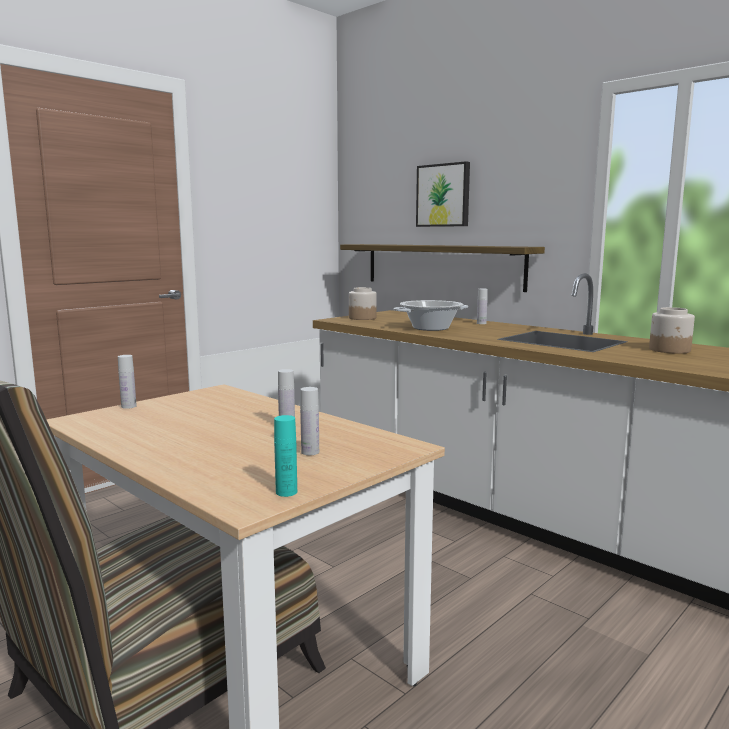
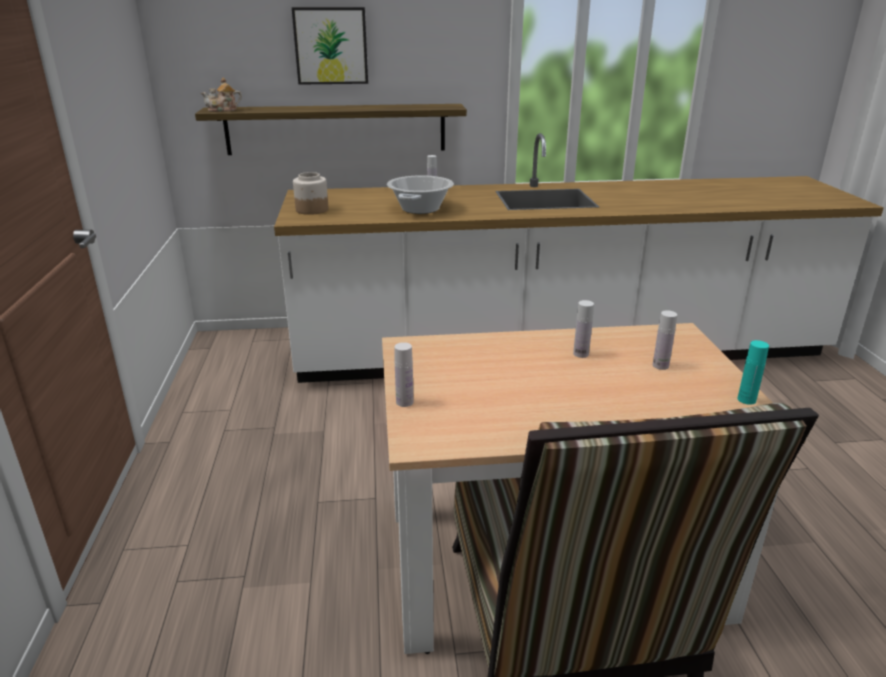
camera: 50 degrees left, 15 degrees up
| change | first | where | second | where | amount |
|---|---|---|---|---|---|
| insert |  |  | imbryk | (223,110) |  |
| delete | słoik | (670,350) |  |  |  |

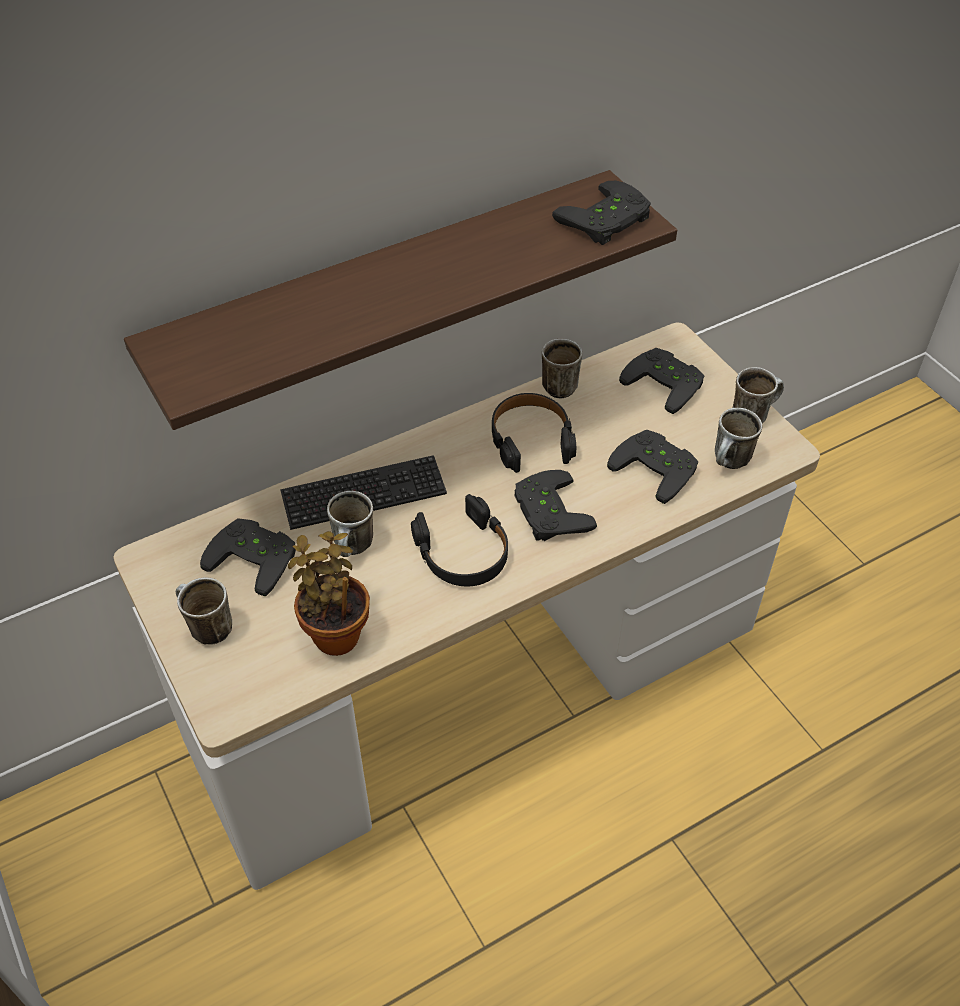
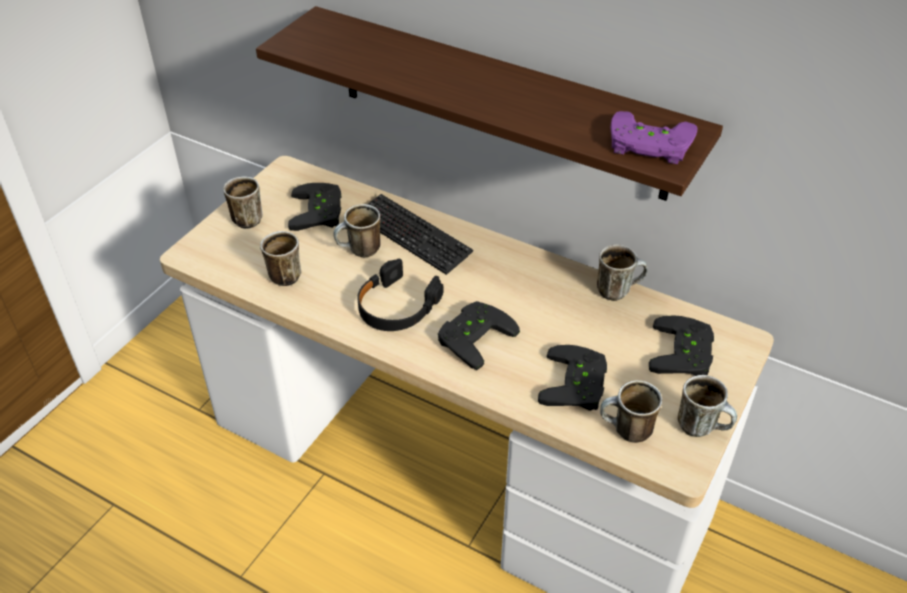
camera: 60 degrees right, 5 degrees down
| change | first | where | second | where | amount |
|---|---|---|---|---|---|
| replace | roślina doniczkowa | (336,632) | kubek | (281,274) |  |
| recolor | pad do gier/czarny | (607,221) | pad do gier/fioletowy | (648,145) |  |
| delete | słuchawki/czarny | (531,439) |  |  |  |

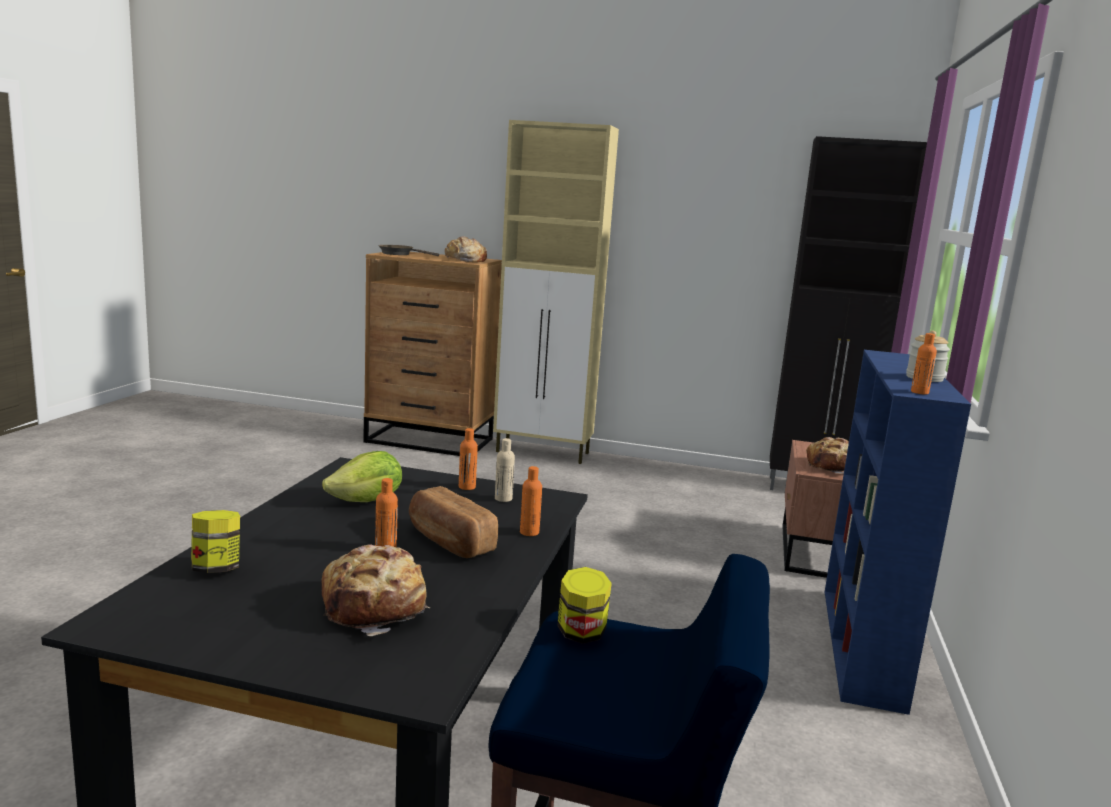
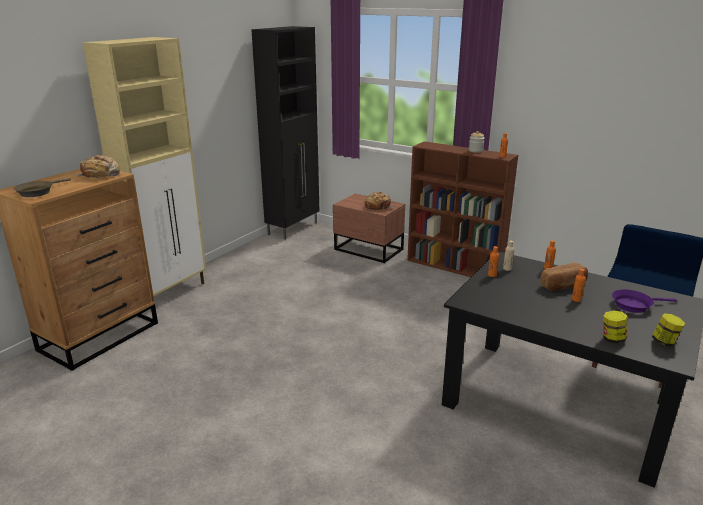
camera: 70 degrees left, 10 degrees up
| change | first | where | second | where | amount |
|---|---|---|---|---|---|
| recolor | regał/niebieski | (862,646) | regał/brązowy | (455,267) |  |
| replace | chleb | (376,607) | patelnia/fioletowy | (634,305) |  |
| move | słoik | (581,634) |  | (665,342) |  |
| delete | sałata | (367,501) |  |  |  |

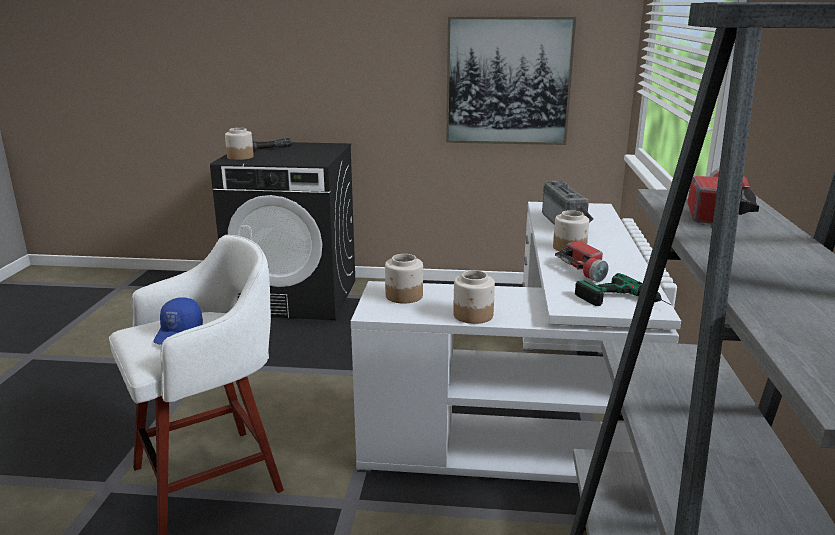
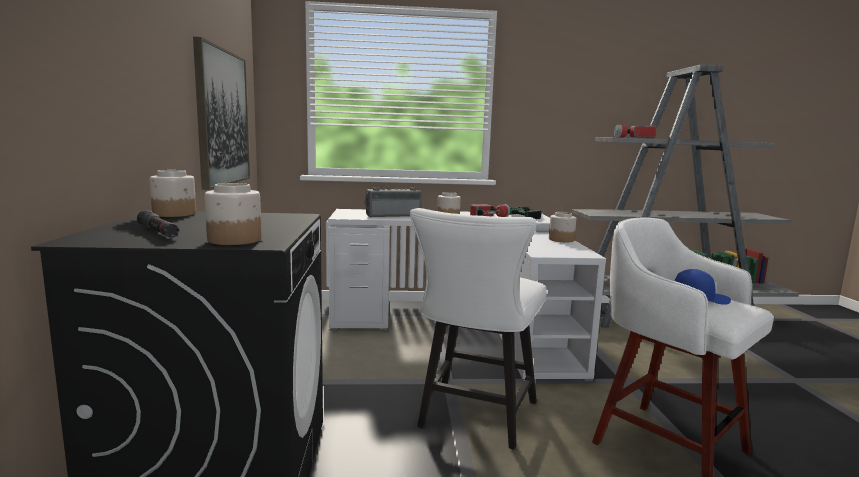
camera: 100 degrees left, 10 degrees down
| change | first | where | second | where | amount |
|---|---|---|---|---|---|
| move | słoik | (404,296) |  | (175,214) |  |
| insert |  |  | krzesło/biały | (474,418) |  |

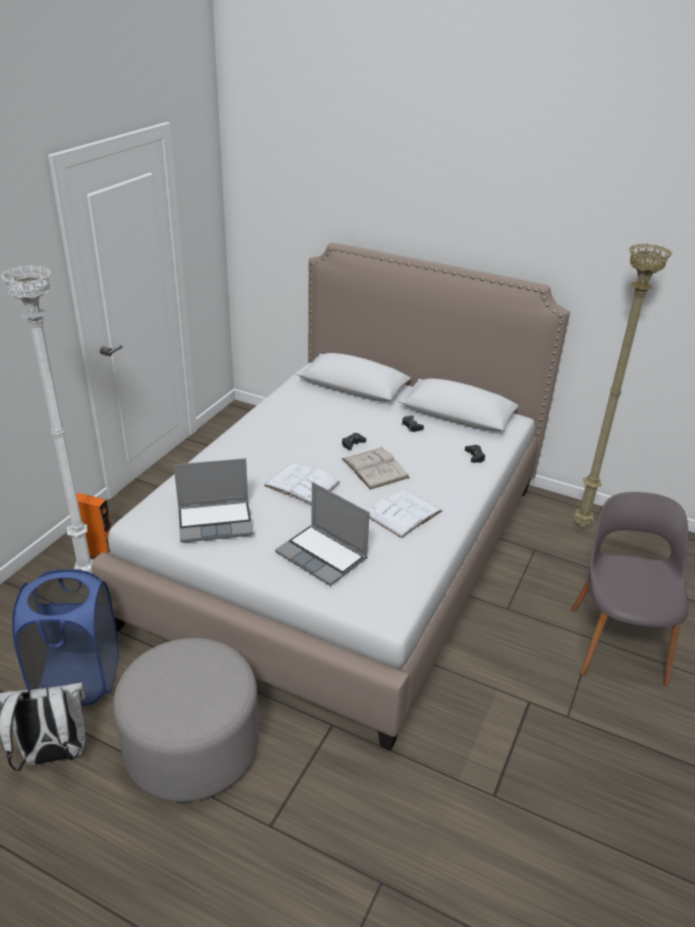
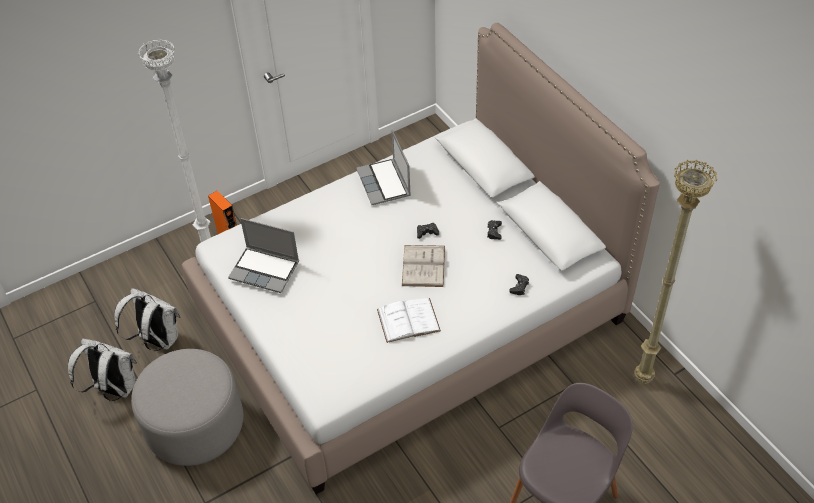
camera: 35 degrees right, 15 degrees up
| change | first | where | second | where | amount |
|---|---|---|---|---|---|
| replace | kosz na pranie/niebieski | (78,679) | plecak/biały | (157,340) |  |
| move | laptop | (323,556) |  | (384,183) |  |
| delete | książka/biały | (302,484) |  |  |  |

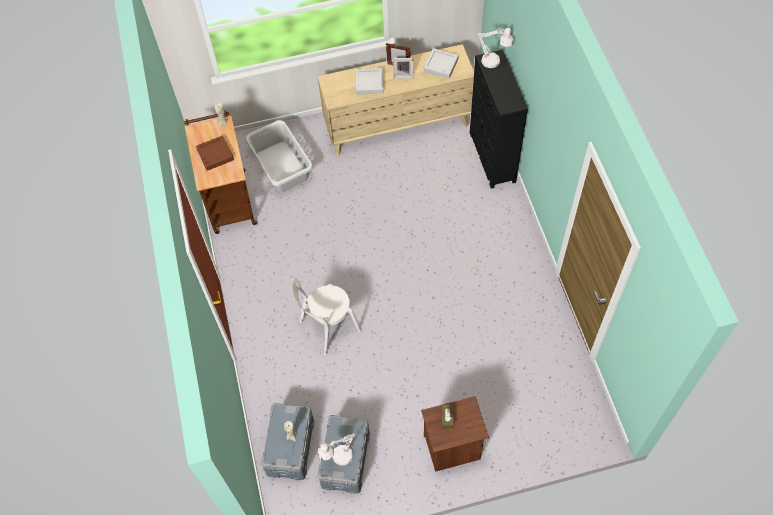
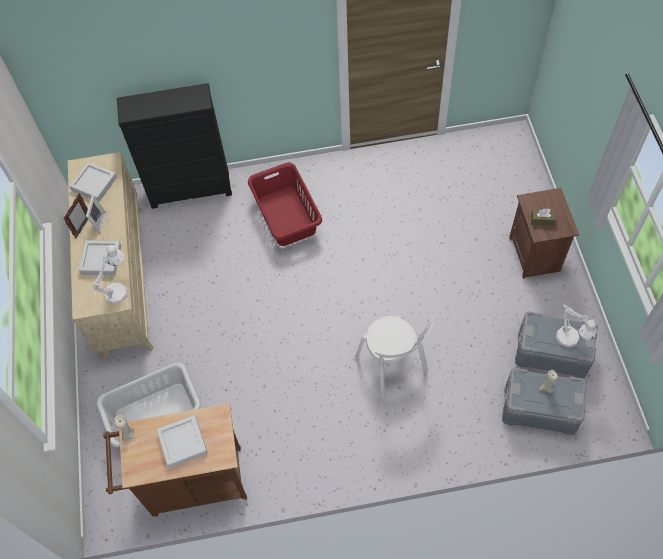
camera: 85 degrees left, 0 degrees up
| change | first | where | second | where | amount |
|---|---|---|---|---|---|
| move | lampa stołowa/biały | (494,62) |  | (119,289) |  |
| recolor | taca/brązowy | (215,155) | taca/szary | (182,442) |  |
| insert |  |  | kosz na pranie/czerwony | (286,216) |  |

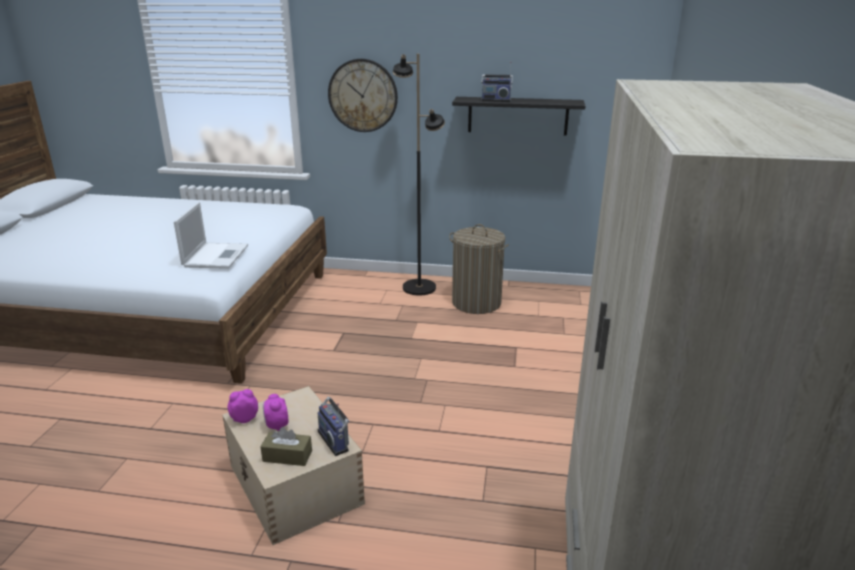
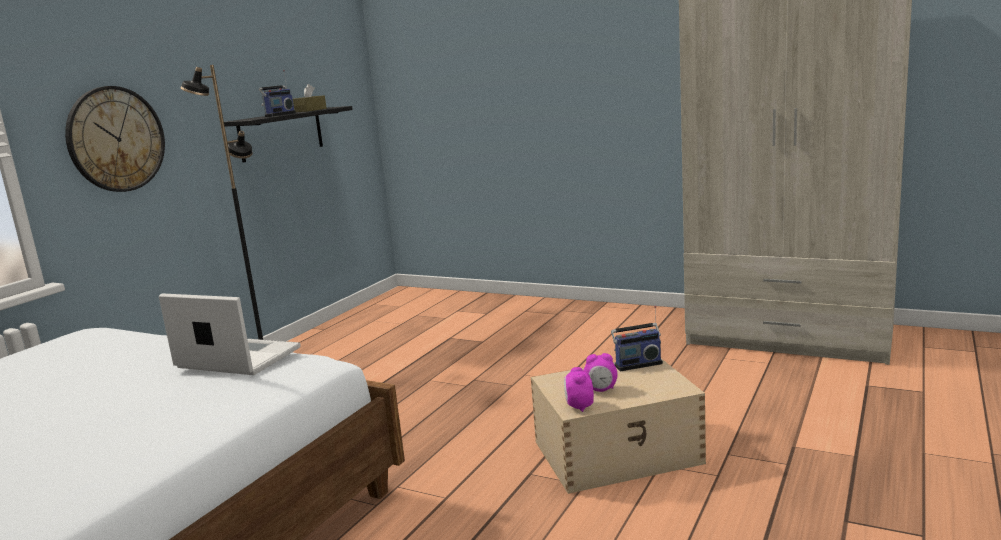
camera: 70 degrees left, 10 degrees down
| change | first | where | second | where | amount |
|---|---|---|---|---|---|
| move | pudełko chusteczek/brązowy | (287,456) |  | (310,110) |  |
| delete | kosz na pranie | (476,303) |  |  |  |

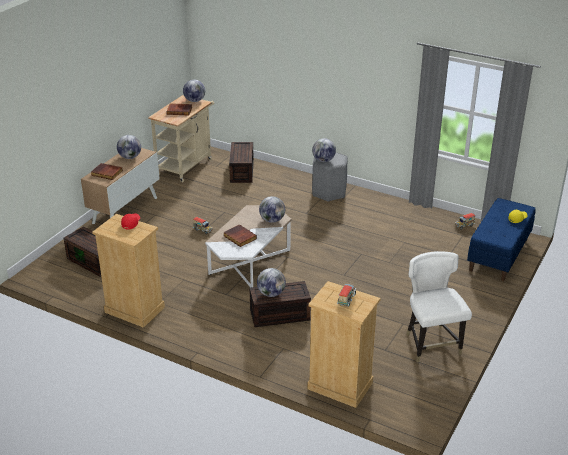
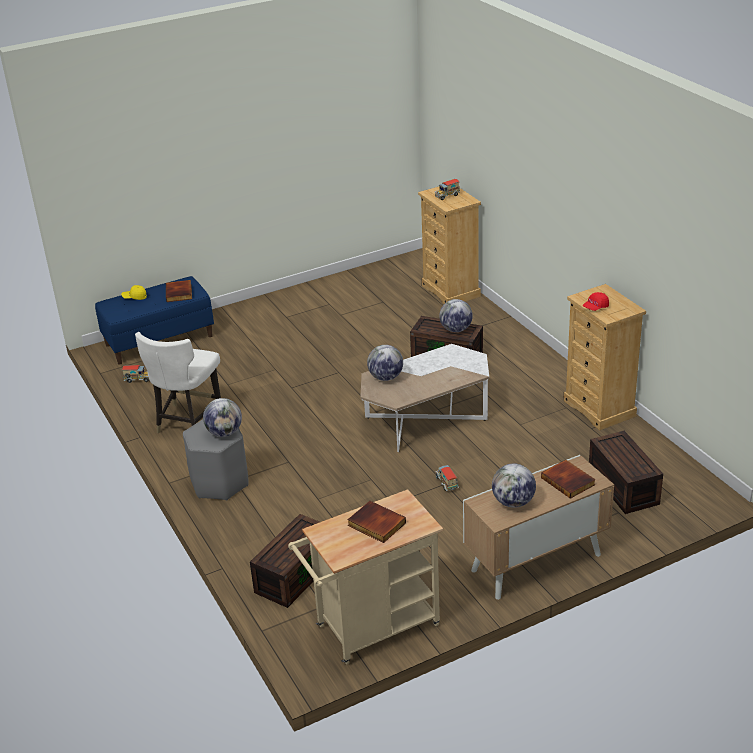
camera: 145 degrees left, 0 degrees up
| change | first | where | second | where | amount |
|---|---|---|---|---|---|
| move | krzesło/biały | (431,345) |  | (187,422) |  |
| move | książka | (239,237) |  | (179,293) |  |
| delete | globus | (194,101) |  |  |  |

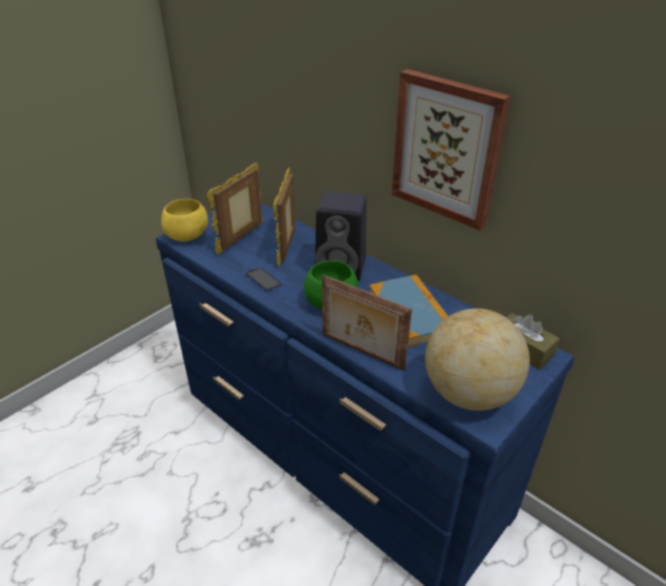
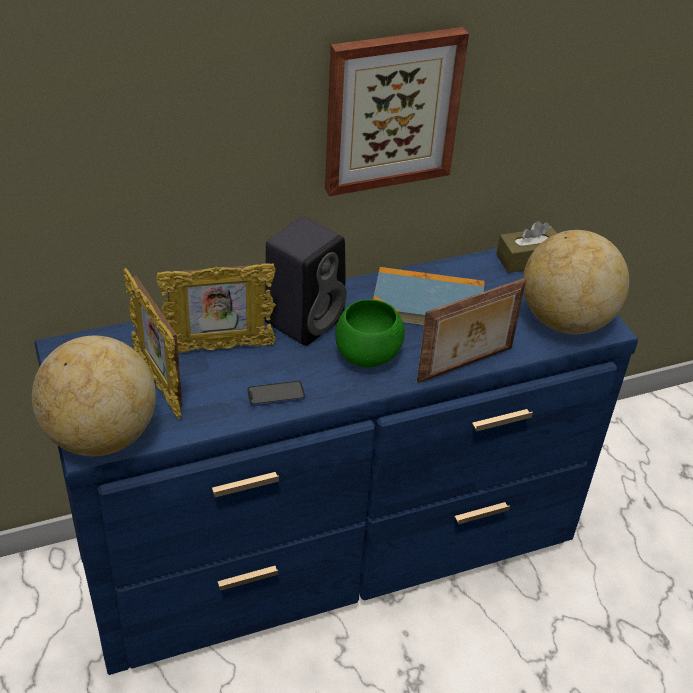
camera: 65 degrees left, 5 degrees up
| change | first | where | second | where | amount |
|---|---|---|---|---|---|
| replace | miska/żółty | (188,237) | globus | (101,436) |  |
| rotate | ramka na zdjęcie | (287,247) |  | (219,348) | 45 degrees counterclockwise |

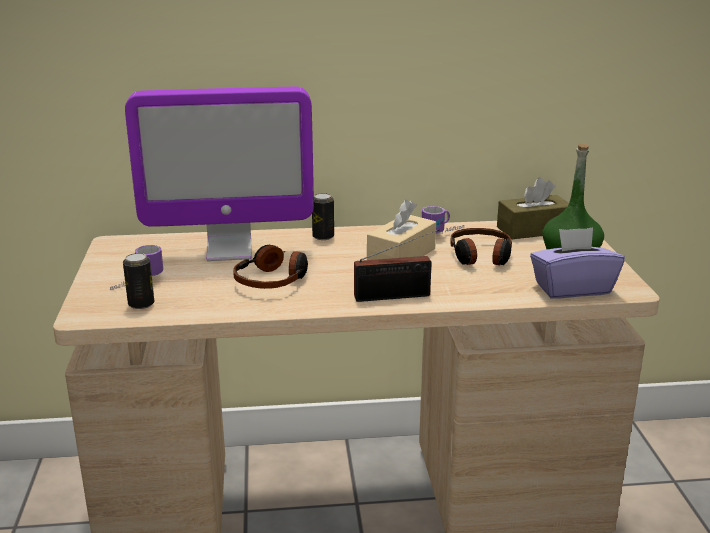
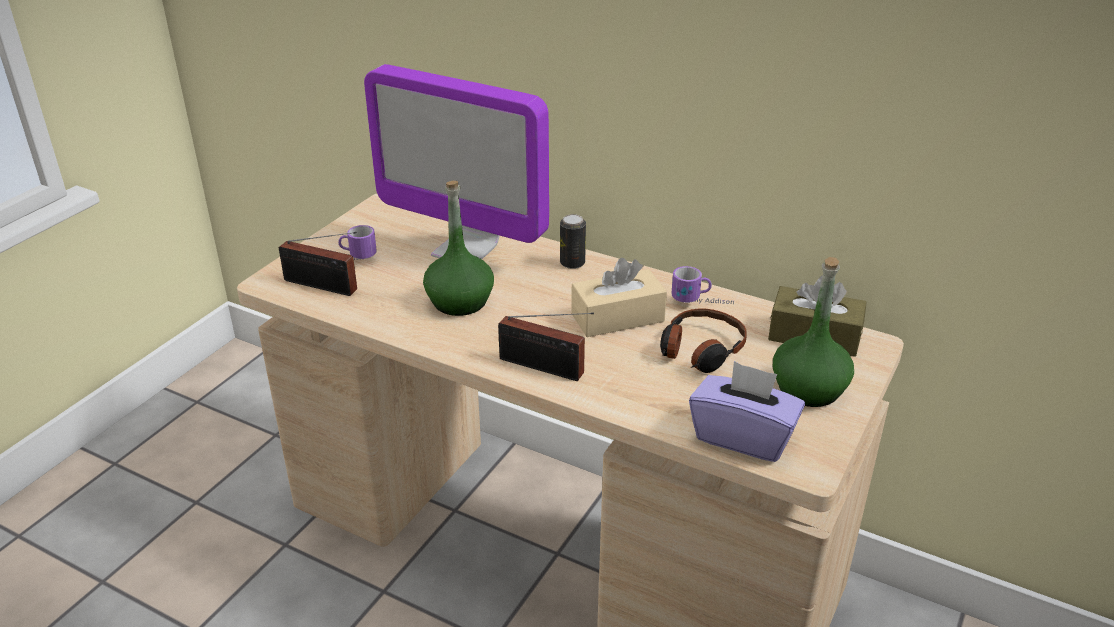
camera: 35 degrees right, 10 degrees up
| change | first | where | second | where | amount |
|---|---|---|---|---|---|
| replace | puszka | (141,304) | radio | (324,286) |  |
| replace | słuchawki | (273,280) | butelka/zielony | (459,301) |  |

